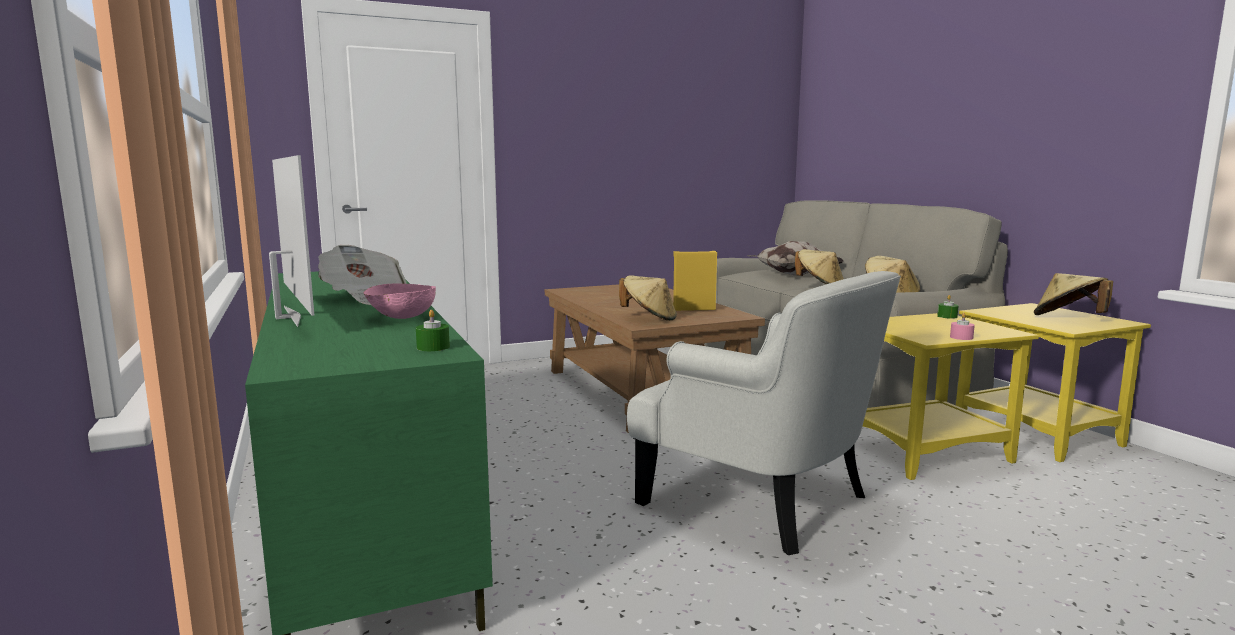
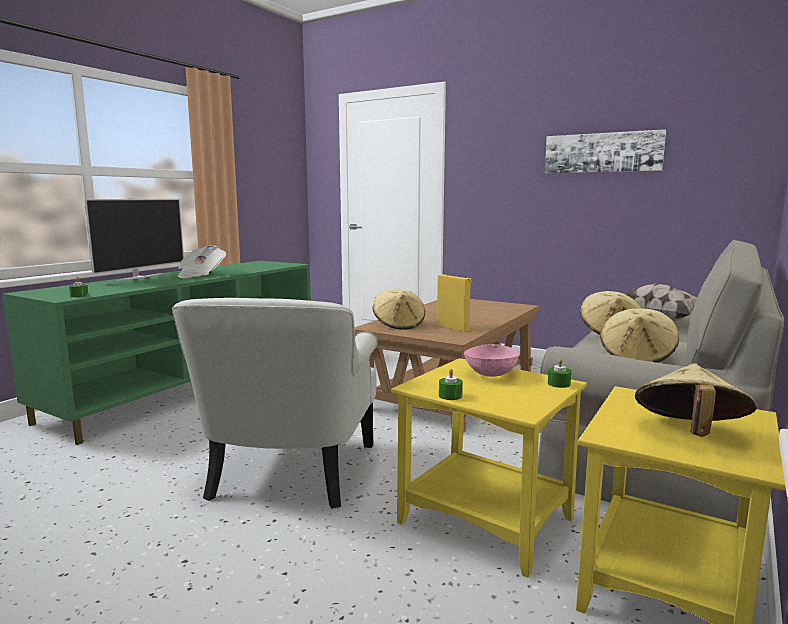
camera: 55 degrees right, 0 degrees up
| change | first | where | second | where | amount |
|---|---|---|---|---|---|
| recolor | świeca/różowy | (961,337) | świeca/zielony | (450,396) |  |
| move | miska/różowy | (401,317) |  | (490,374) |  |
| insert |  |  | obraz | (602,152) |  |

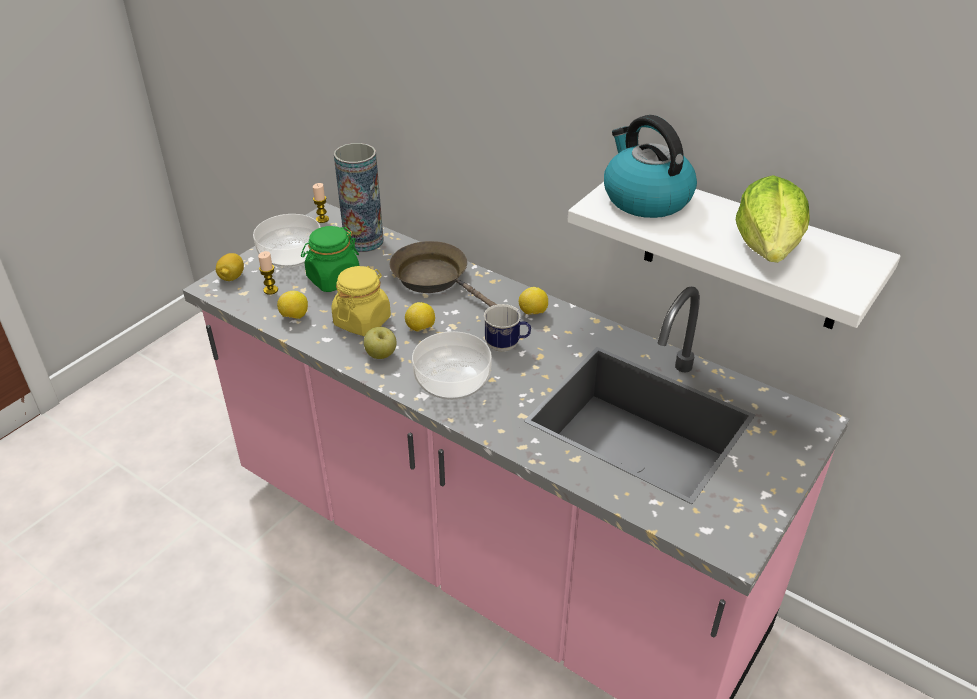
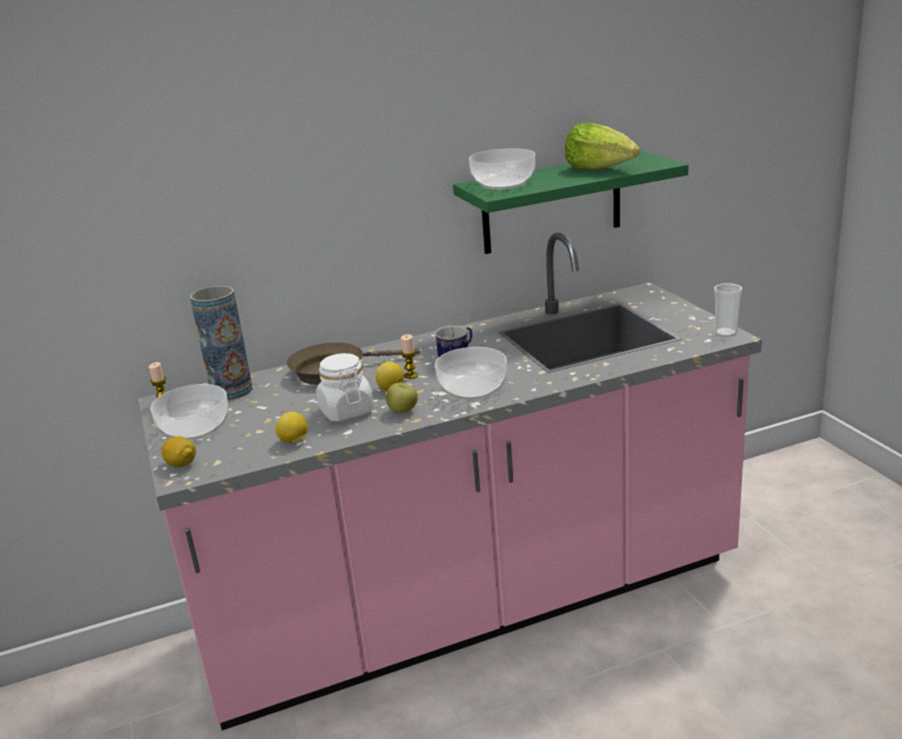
camera: 55 degrees left, 15 degrees down
| change | first | where | second | where | amount |
|---|---|---|---|---|---|
| recolor | słoik/żółty | (362,321) | słoik/biały | (346,411) |  |
| move | świeca | (270,290) |  | (411,375) |  |
| recolor | półka/biały | (743,250) | półka/zielony | (552,203) |  |
| replace | czajnik | (645,198) | miska | (504,184) |  |
| insert |  |  | filiżanka | (725,333) |  |
| delete | słoik/zielony | (333,279) |  |  |  |
| delete | cytryna | (533,313) |  |  |  |

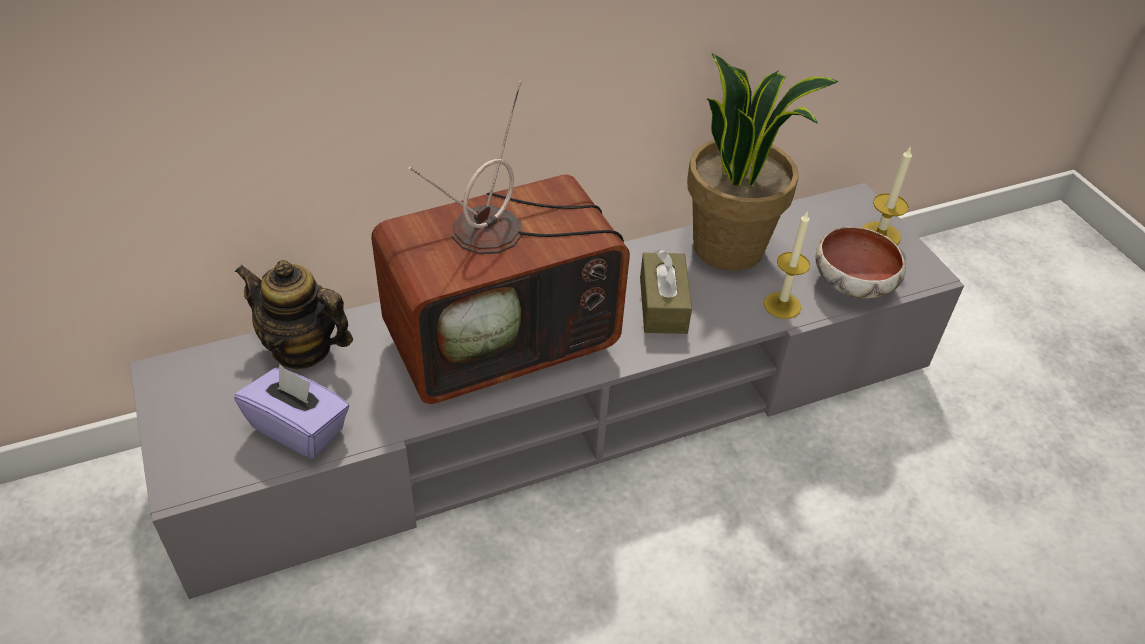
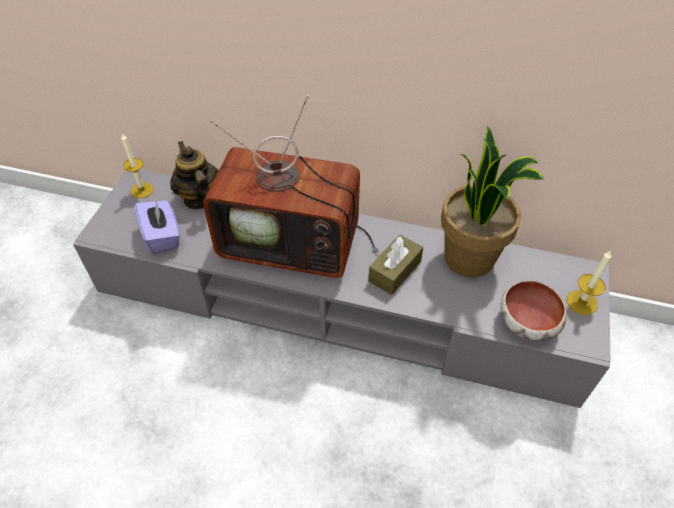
camera: 40 degrees right, 5 degrees up
| change | first | where | second | where | amount |
|---|---|---|---|---|---|
| move | świeca | (782,305) |  | (142,190) |  |

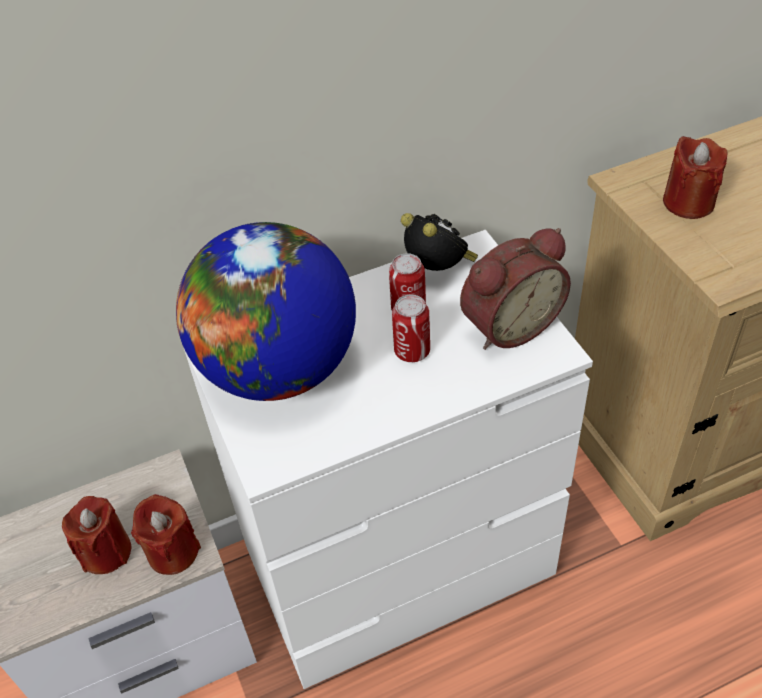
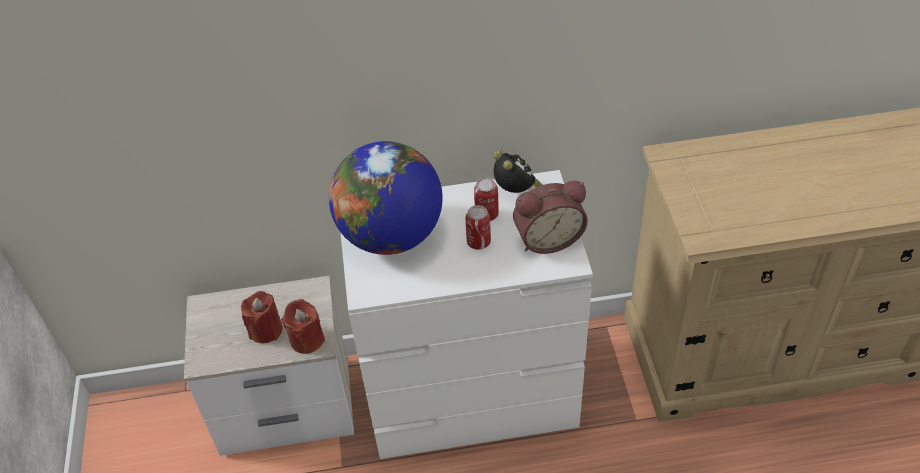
camera: 15 degrees right, 0 degrees up
| change | first | where | second | where | amount |
|---|---|---|---|---|---|
| delete | świeca/czerwony | (688,202) |  |  |  |

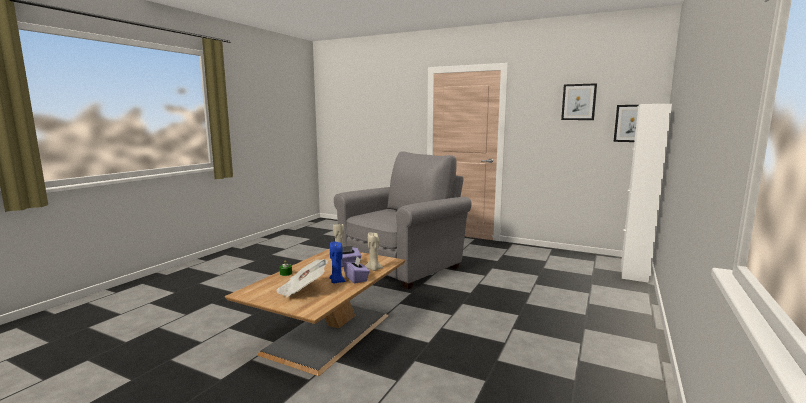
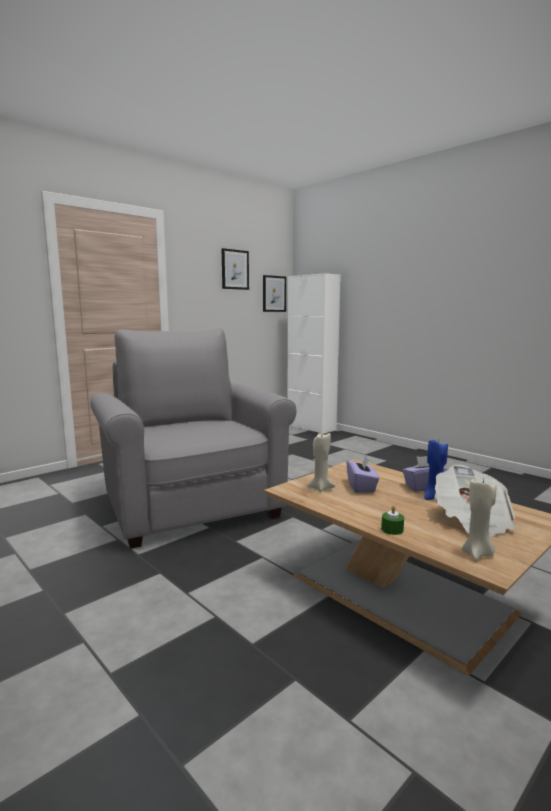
camera: 70 degrees left, 0 degrees up
| change | first | where | second | where | amount |
|---|---|---|---|---|---|
| move | świeca/beżowy | (373,269) |  | (478,554) |  |

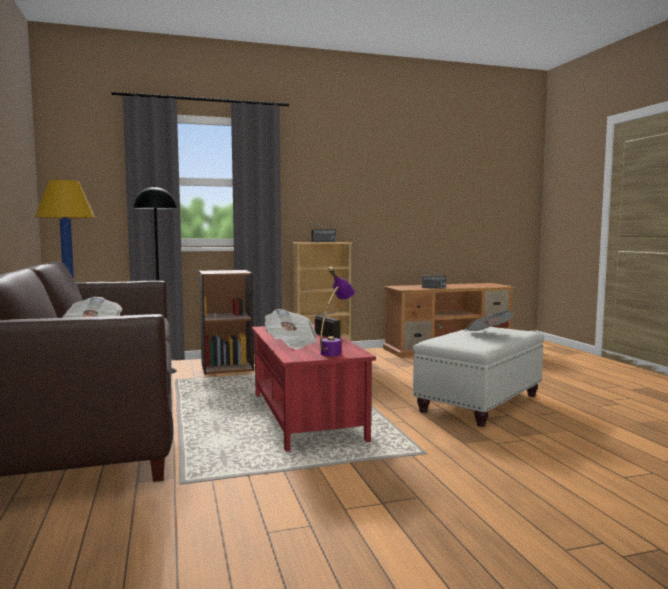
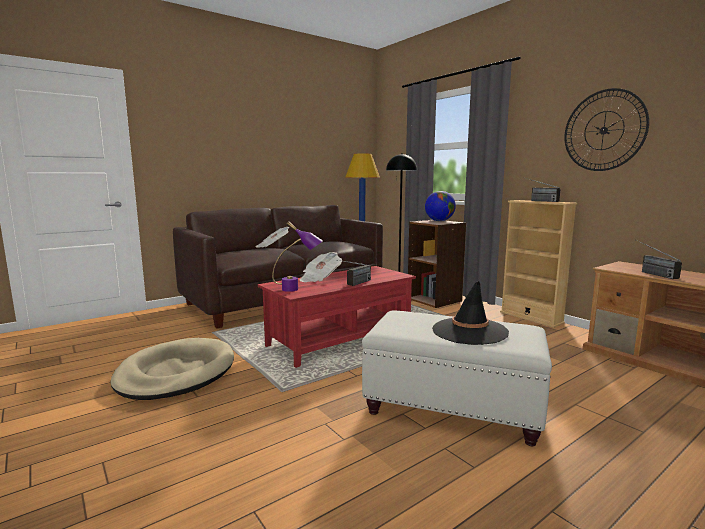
camera: 70 degrees right, 5 degrees up
| change | first | where | second | where | amount |
|---|---|---|---|---|---|
| insert |  |  | legowisko/beżowy | (176,373) |  |
| insert |  |  | globus | (439,221) |  |
| replace | gazeta | (488,334) | kapelusz/czarny | (469,331) |  |
| insert |  |  | zegar ścienny | (603,130) |  |

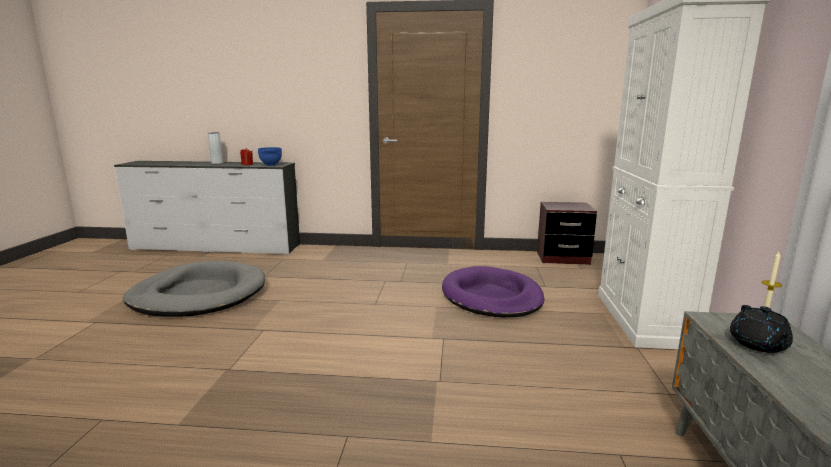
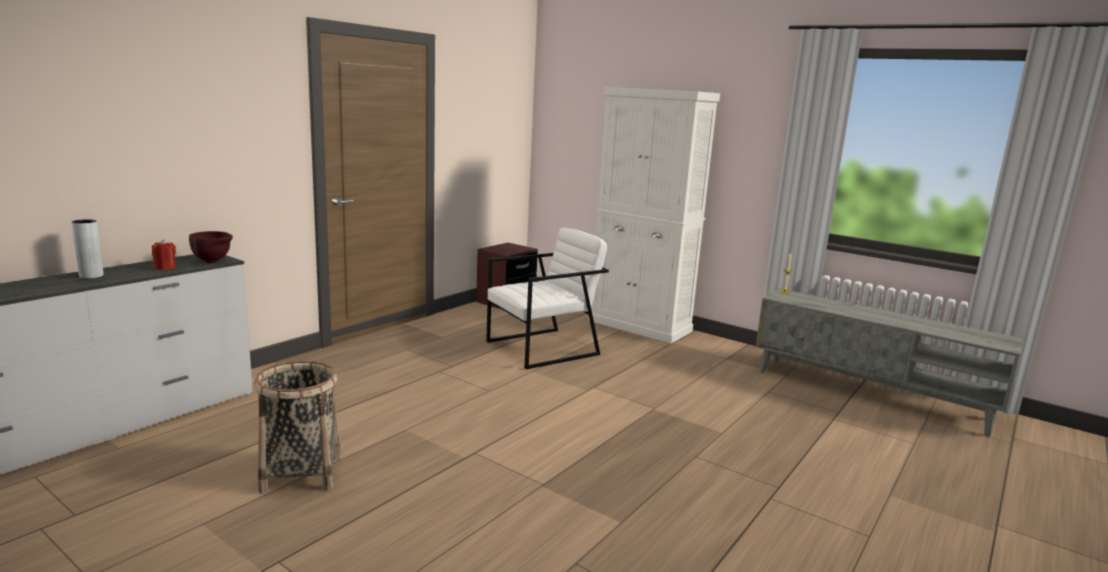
camera: 60 degrees left, 0 degrees up
| change | first | where | second | where | amount |
|---|---|---|---|---|---|
| recolor | miska/niebieski | (271,165) | miska/brązowy | (213,262) |  |
| replace | legowisko/szary | (199,295) | koszyk | (300,473) |  |
| replace | legowisko/fioletowy | (491,297) | fotel/biały | (542,348) |  |
| delete | imbryk/czarny | (758,345) |  |  |  |

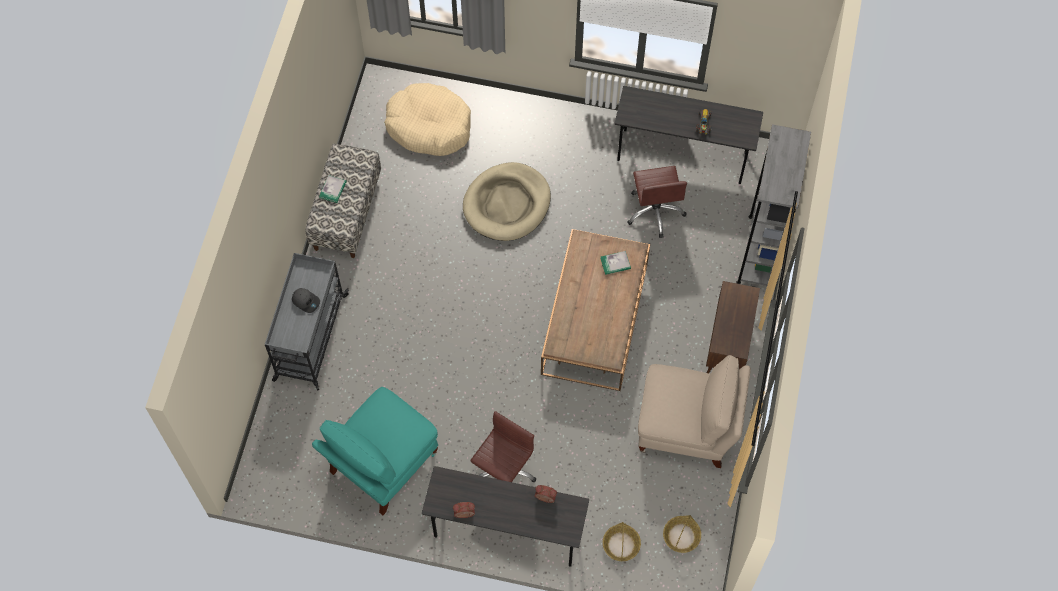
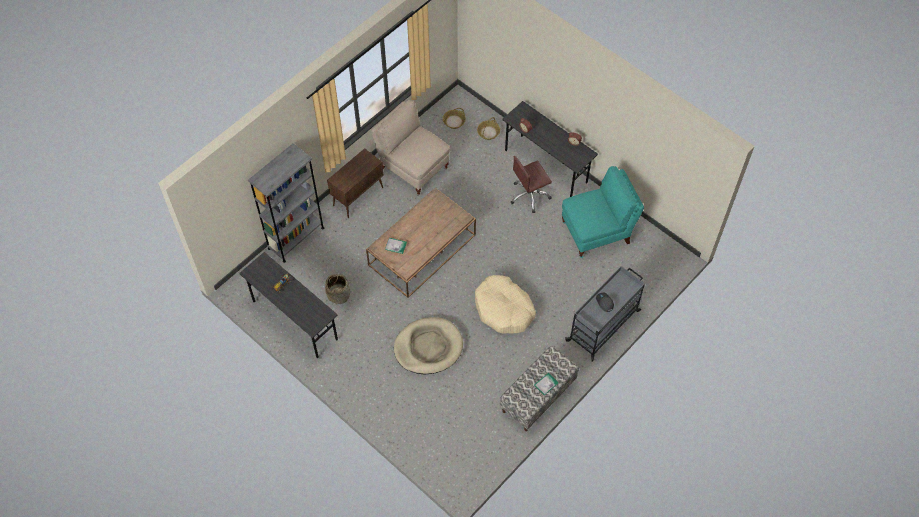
camera: 150 degrees left, 5 degrees down
| change | first | where | second | where | amount |
|---|---|---|---|---|---|
| replace | krzesło biurowe/brązowy | (655,211) | koszyk | (338,294) |  |
| move | legowisko/beżowy | (429,126) |  | (504,309) |  |

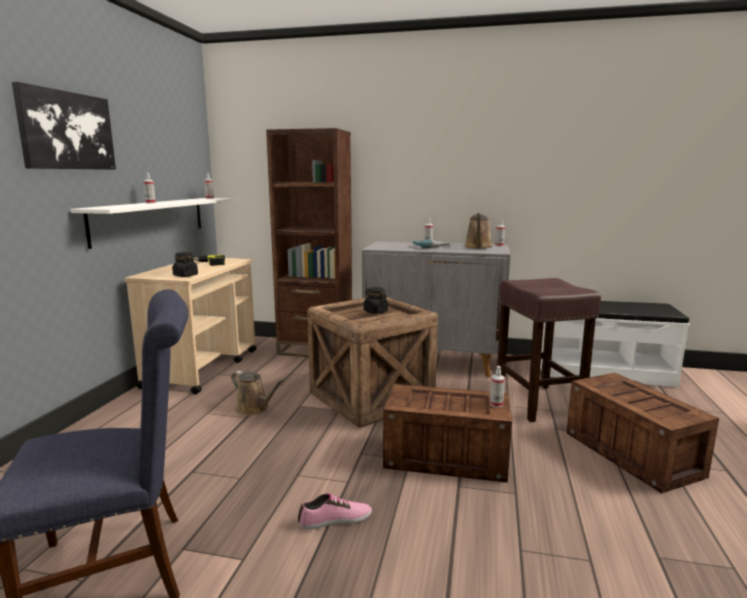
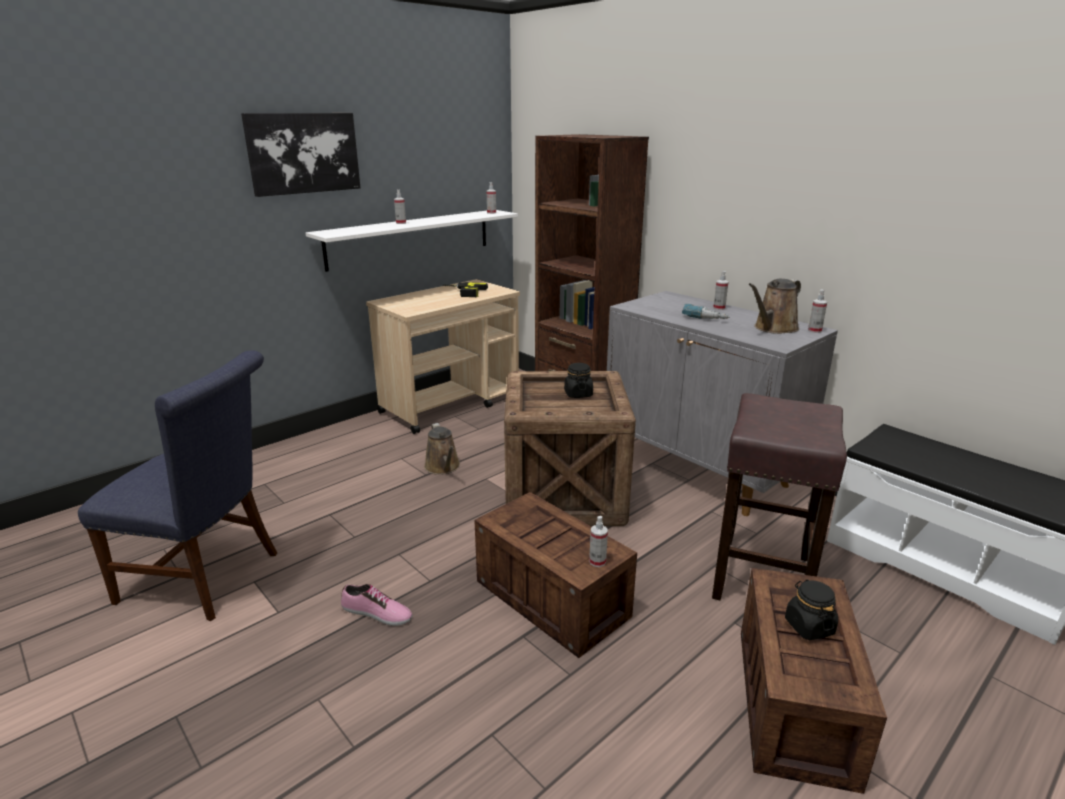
camera: 35 degrees right, 10 degrees up
| change | first | where | second | where | amount |
|---|---|---|---|---|---|
| move | słoik/czarny | (185,275) |  | (809,626) |  |

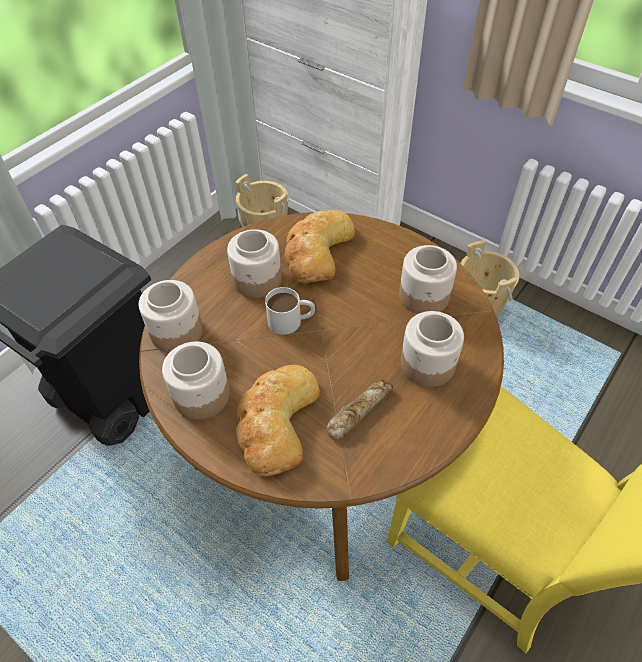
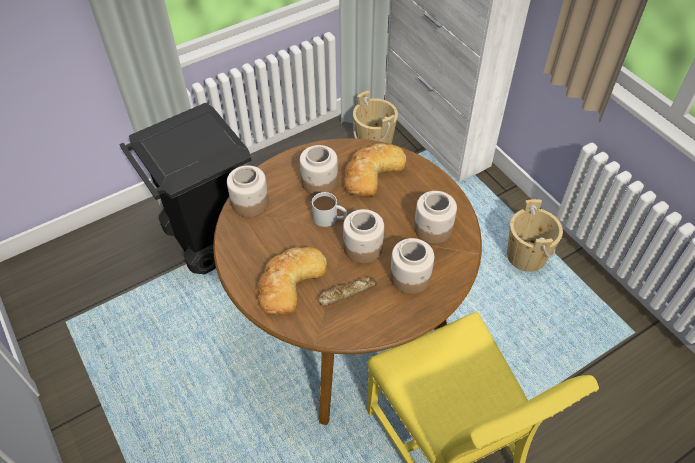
camera: 20 degrees right, 0 degrees up
| change | first | where | second | where | amount |
|---|---|---|---|---|---|
| move | słoik | (201,396) |  | (362,248) |  |

